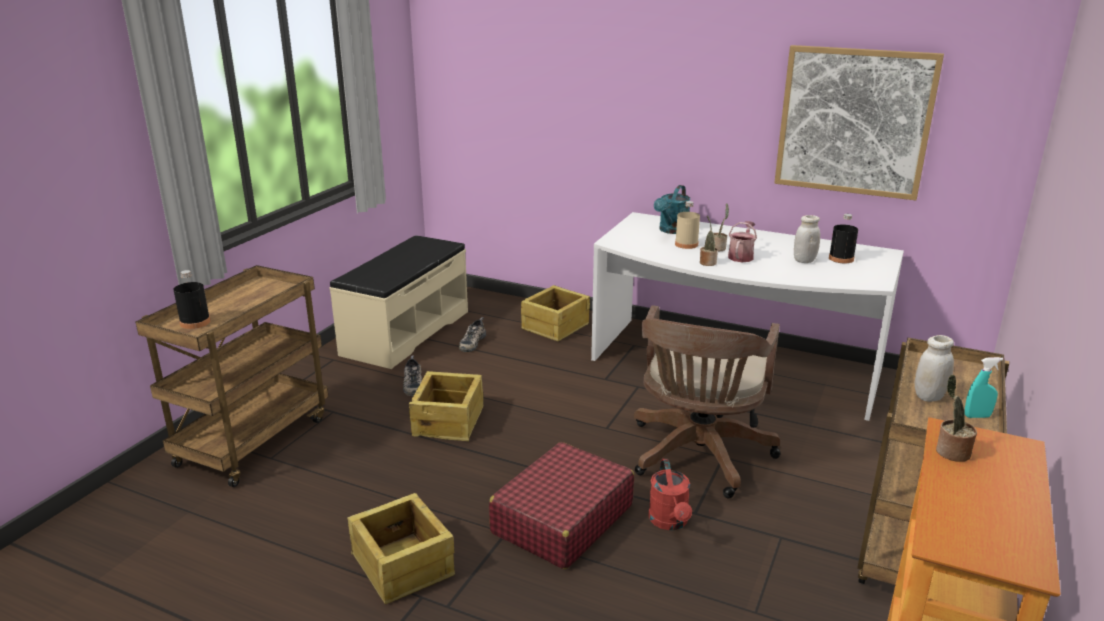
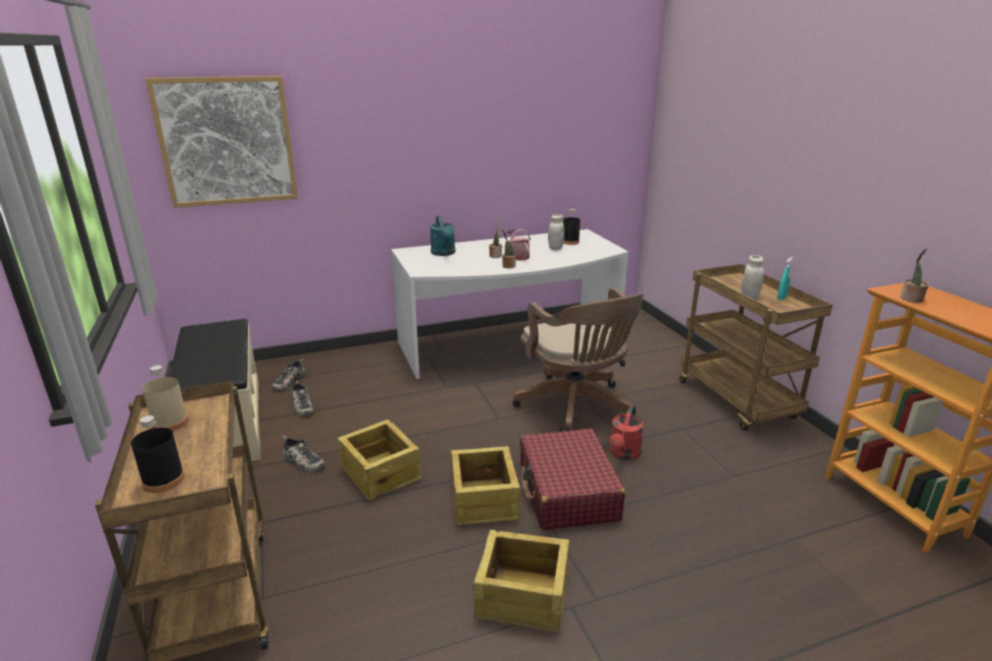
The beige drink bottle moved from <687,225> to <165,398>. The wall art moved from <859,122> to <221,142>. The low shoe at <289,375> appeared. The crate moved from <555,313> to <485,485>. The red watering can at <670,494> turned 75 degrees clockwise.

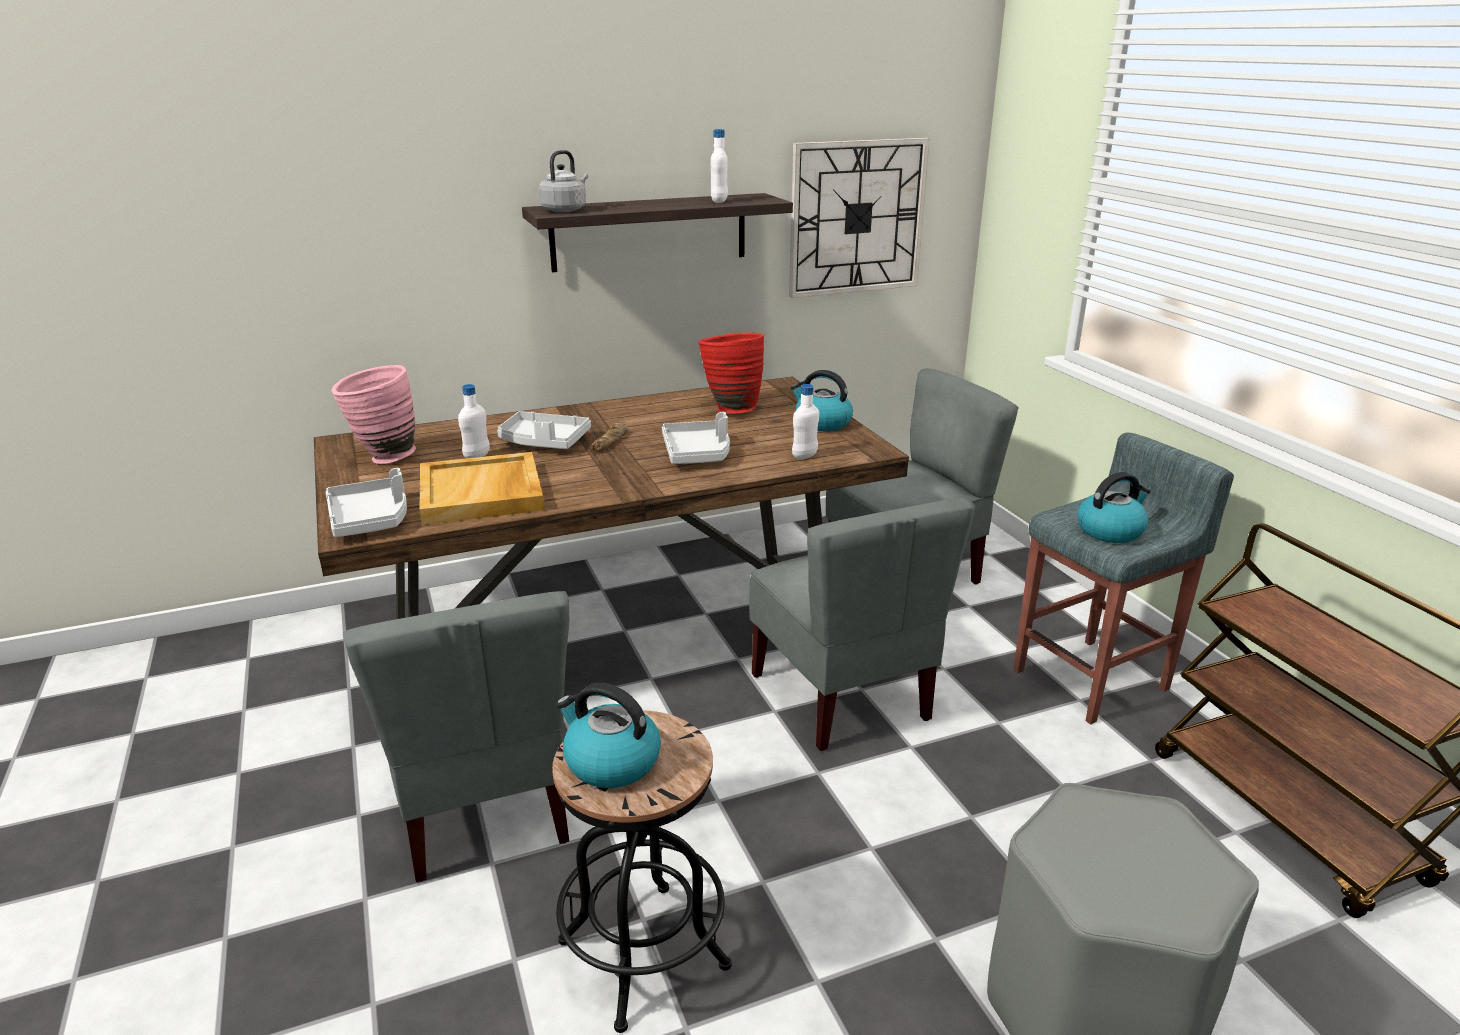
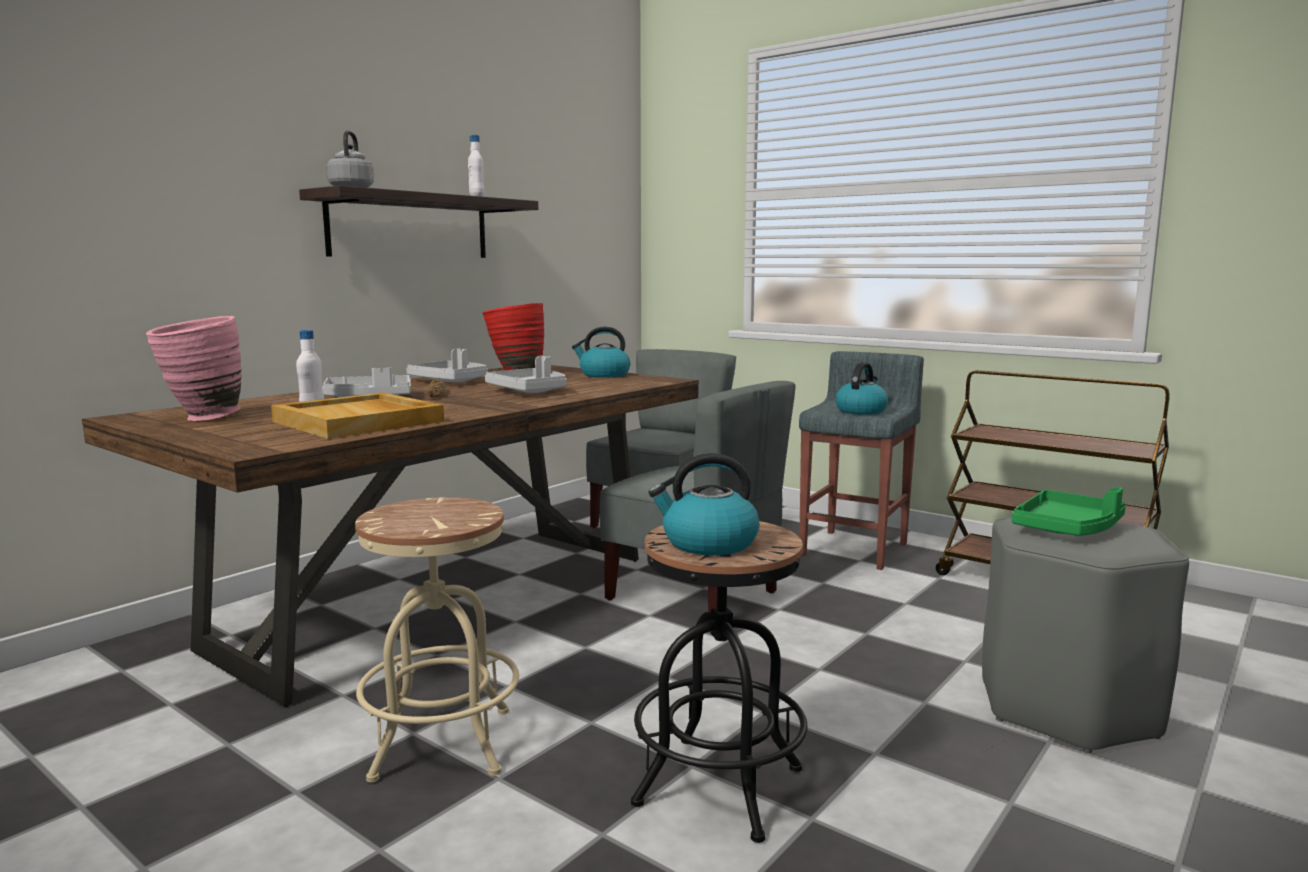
The gray upright chair at <456,736> was replaced by the beige stool at <437,639>. The gray carrying tray moved from <366,502> to <447,365>. The green carrying tray at <1069,511> appeared. The clock on the wall at <859,218> disappeared. The whitish drink bottle at <805,422> disappeared.

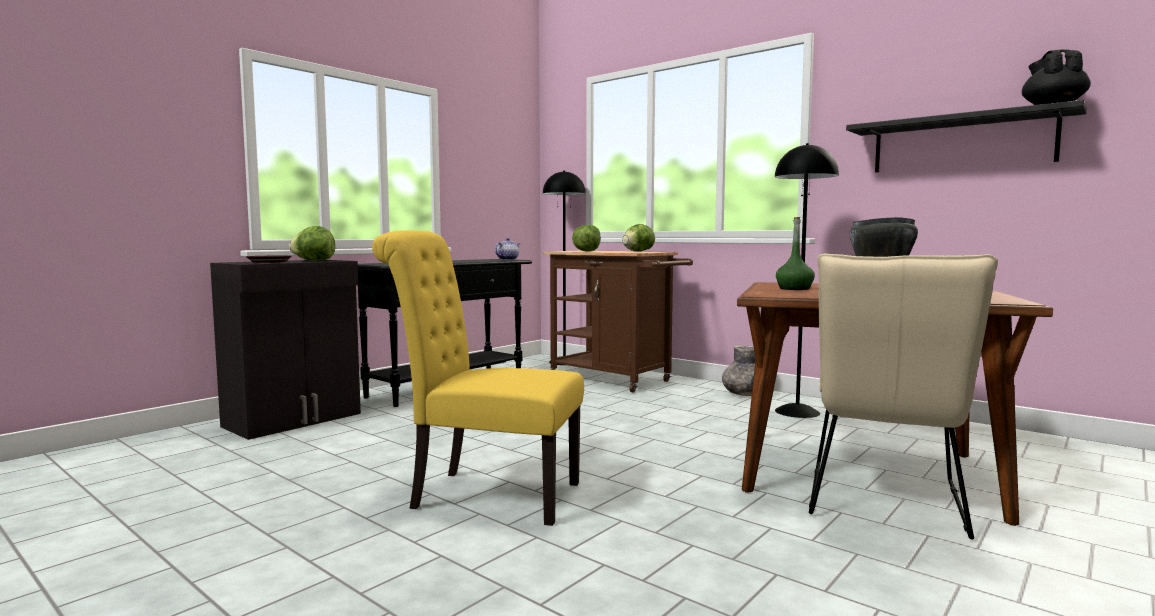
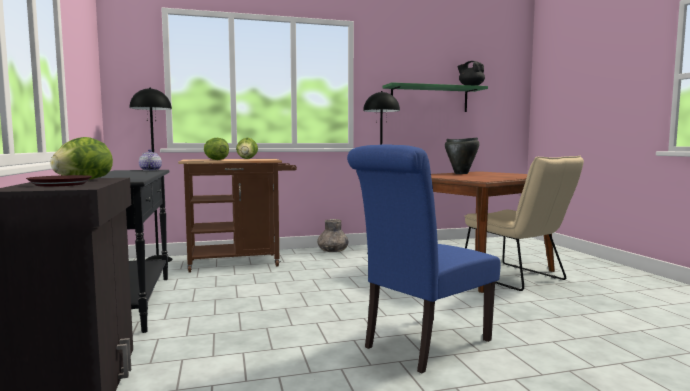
The yellow upright chair at <478,378> became the bluish upright chair at <423,259>. The blackish wall shelf at <966,136> became the green wall shelf at <435,97>. The green drink bottle at <795,253> disappeared.

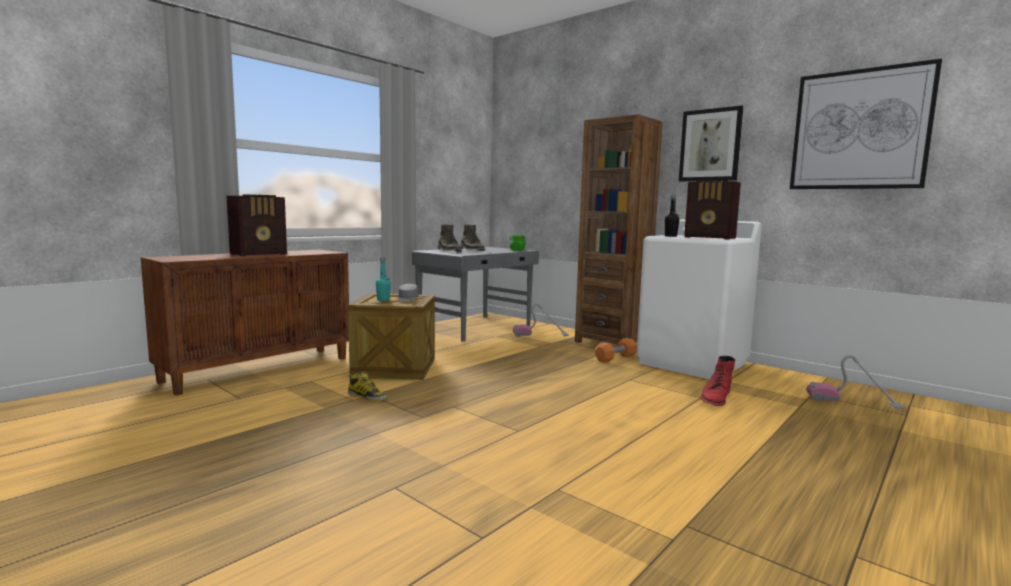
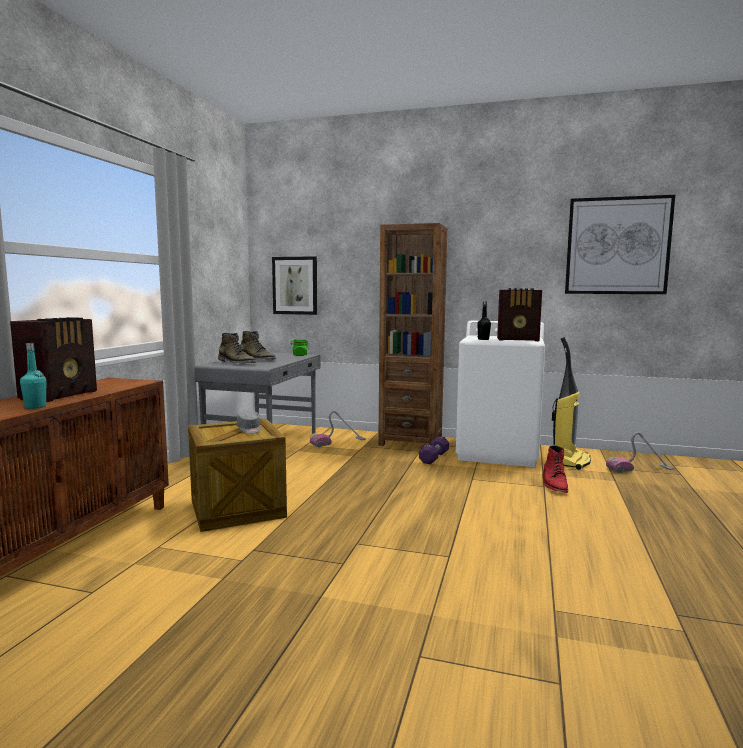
The blue-green drink bottle moved from <383,279> to <33,376>. The wall art moved from <711,143> to <294,285>. The orangey hand weight at <616,350> became the purple hand weight at <434,450>. The vacuum at <571,403> appeared. The boot at <367,386> disappeared.

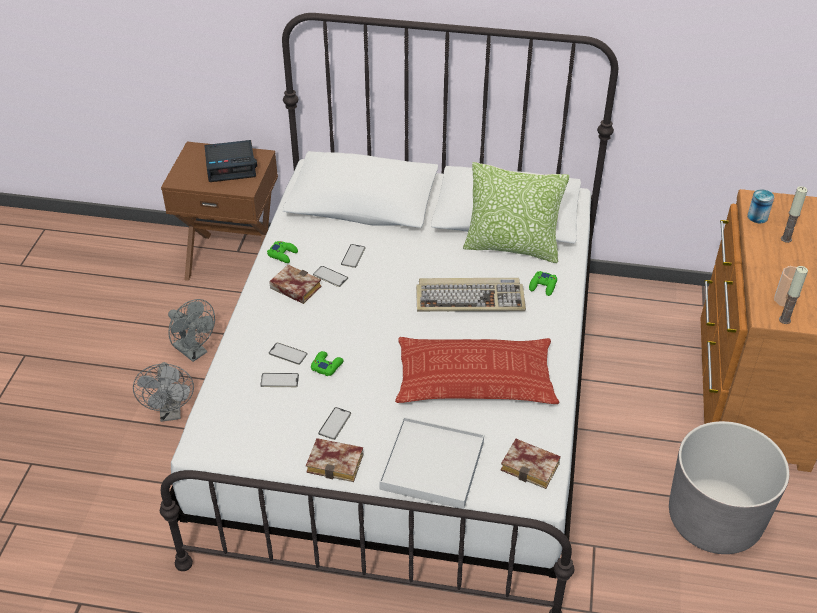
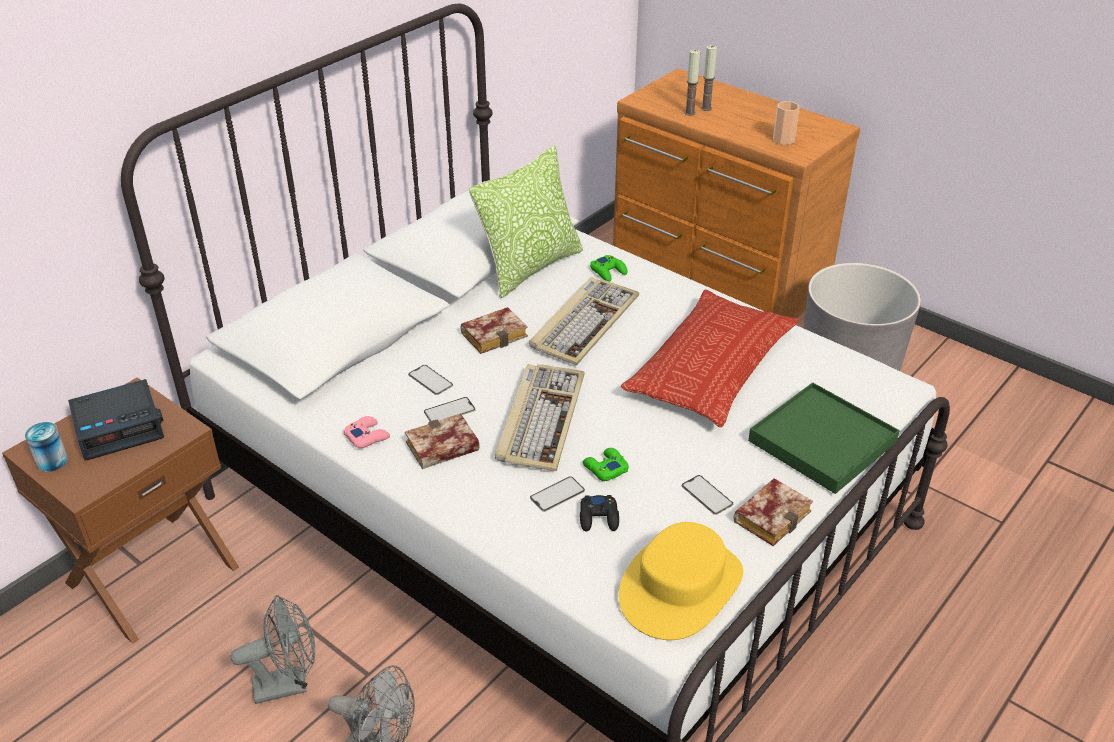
The sealed can moved from <760,206> to <46,447>. The alarm clock at <230,161> turned 45 degrees clockwise. The green joypad at <282,252> became the pink-coloured joypad at <366,432>. The bound book moved from <531,464> to <494,330>. The PC keyboard at <539,417> appeared. The phone at <279,380> was replaced by the blackish joypad at <599,513>. The yellow clothing hat at <681,581> appeared. The wax light moved from <793,295> to <692,82>. The whitish carrying tray at <431,463> became the green carrying tray at <824,438>.

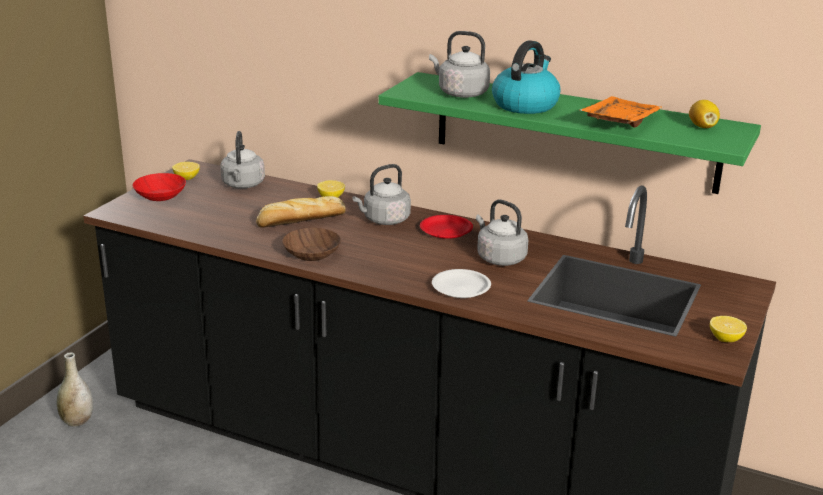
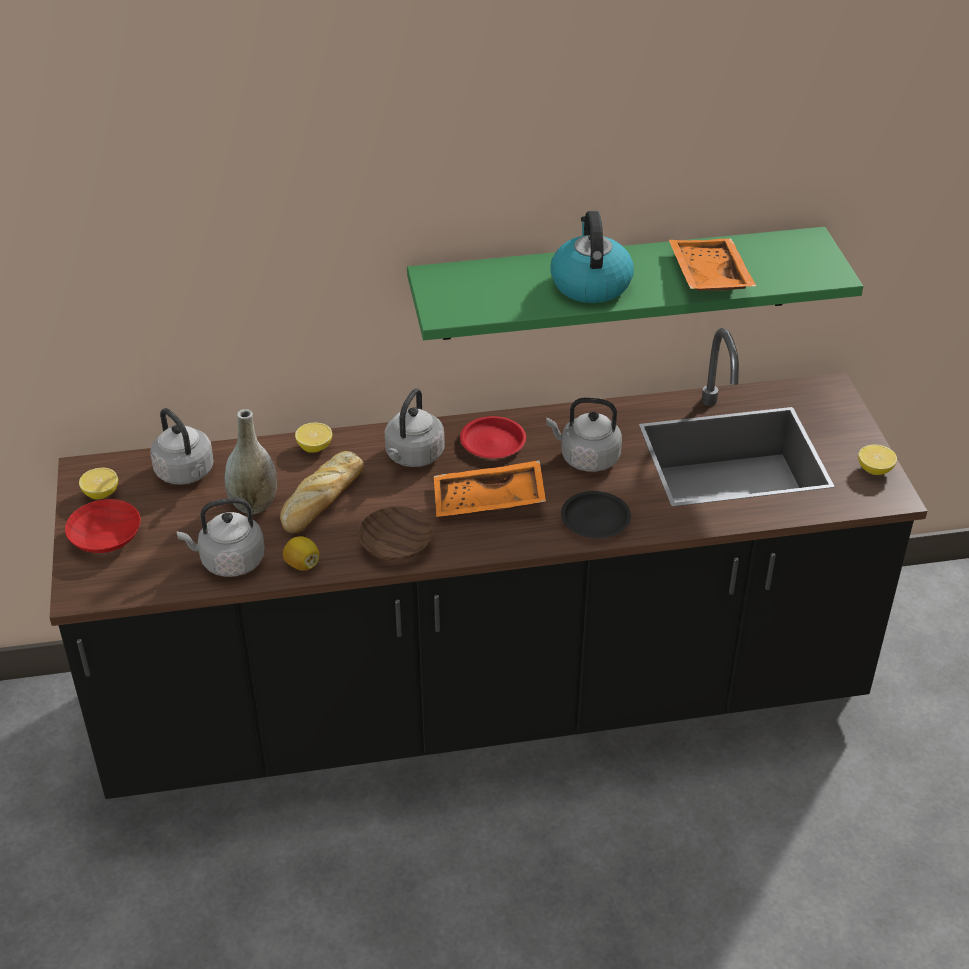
The gray kettle moved from <459,64> to <221,537>. The gray vase moved from <75,389> to <251,461>. The citrus fruit moved from <704,114> to <301,553>. The orangey carrying tray at <490,488> appeared. The whitish plate at <461,283> became the blackish plate at <596,514>.

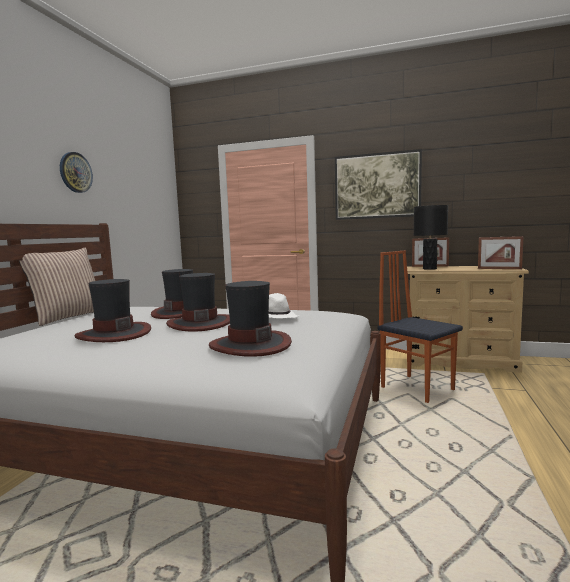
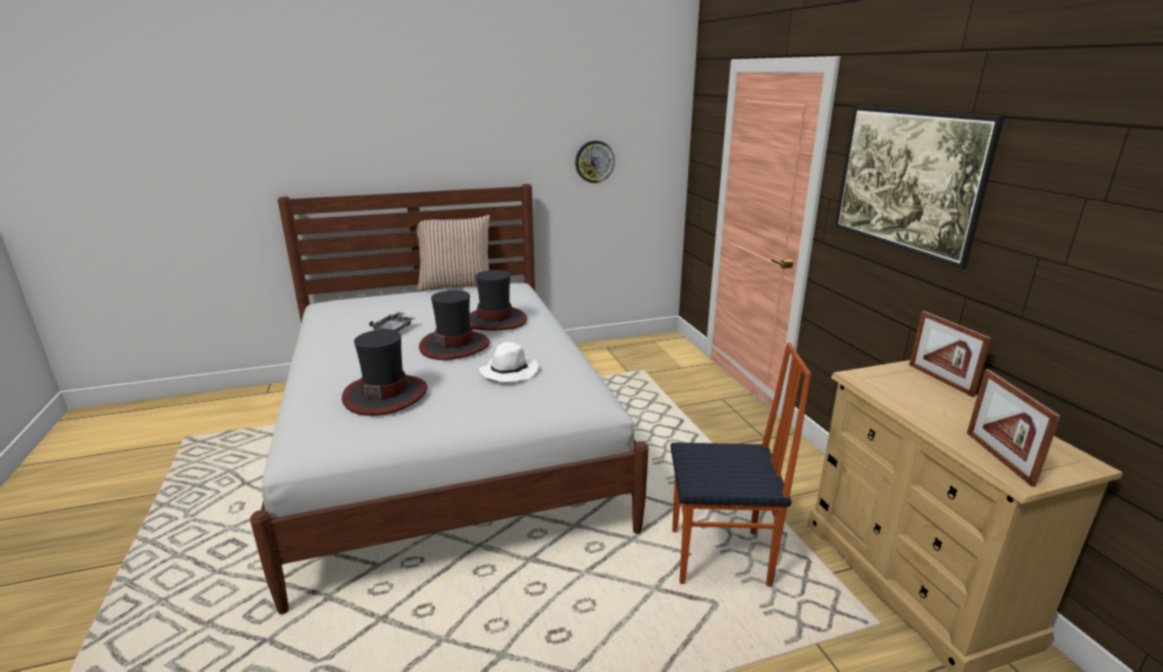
The clothing hat at <113,310> was replaced by the gray carrying tray at <392,322>. The clock on the wall moved from <76,172> to <595,162>. The upright chair at <420,327> turned 75 degrees clockwise. The blackish table lamp at <431,237> disappeared.

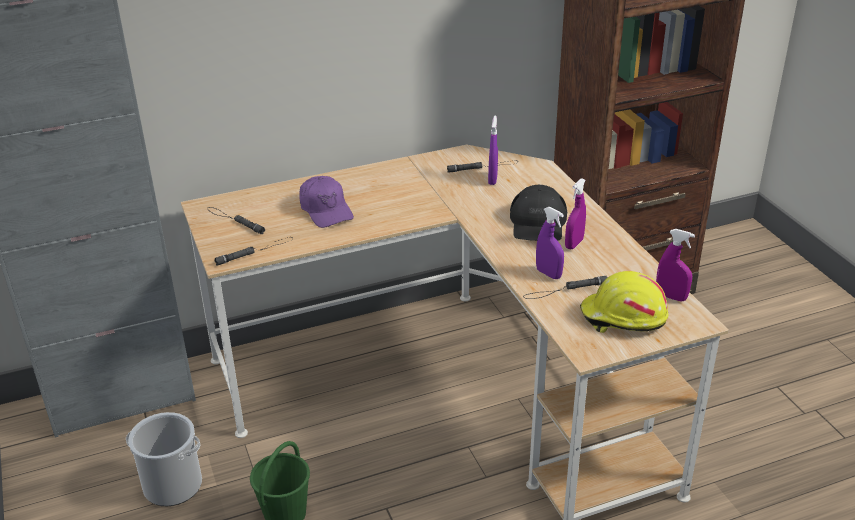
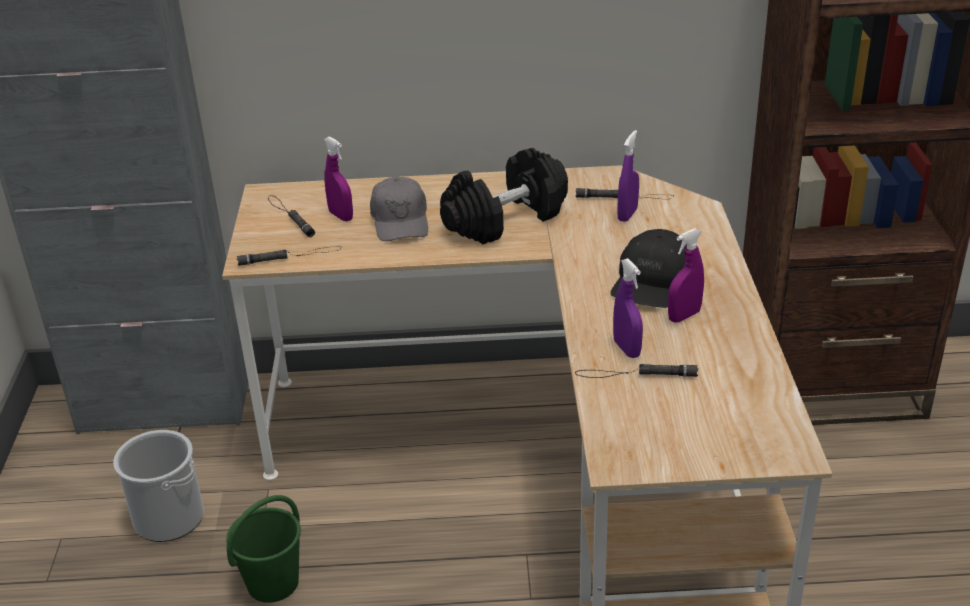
The purple sprayer moved from <675,265> to <338,178>. The purple baseball cap at <326,202> became the gray baseball cap at <399,209>. The blackish hand weight at <504,196> appeared. The yellow safety helmet at <624,302> disappeared.

